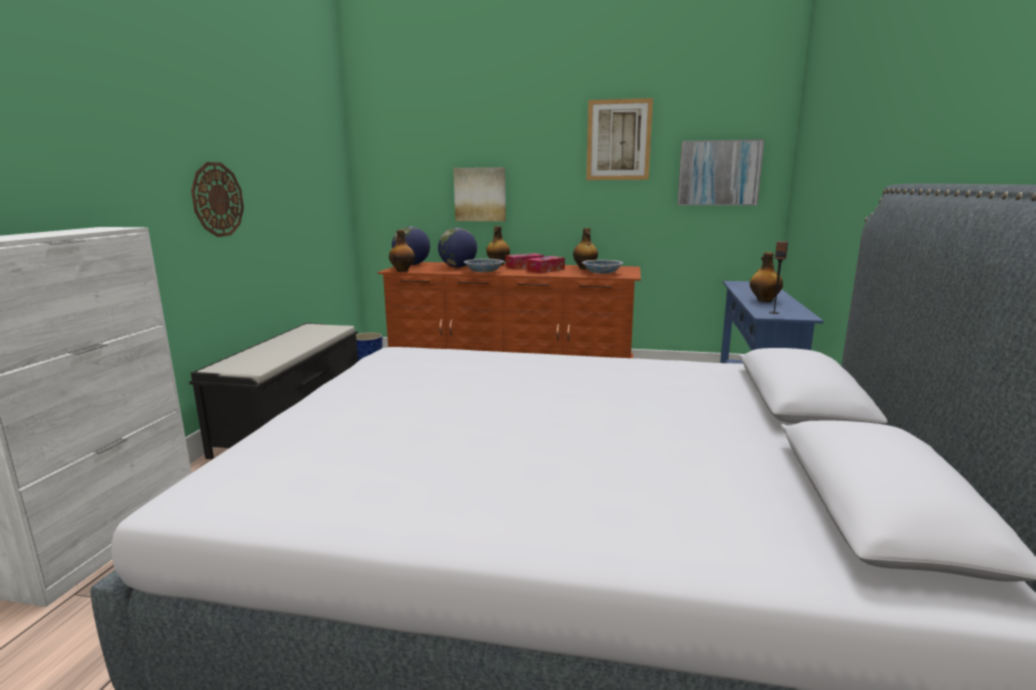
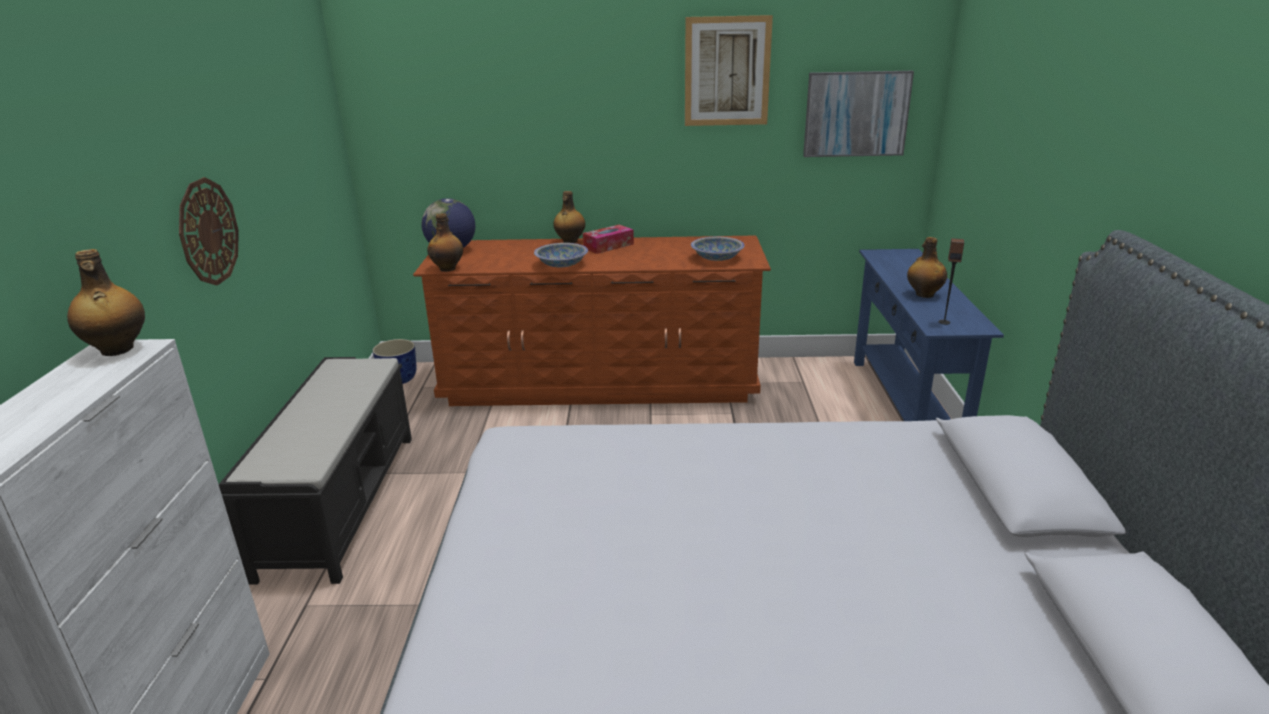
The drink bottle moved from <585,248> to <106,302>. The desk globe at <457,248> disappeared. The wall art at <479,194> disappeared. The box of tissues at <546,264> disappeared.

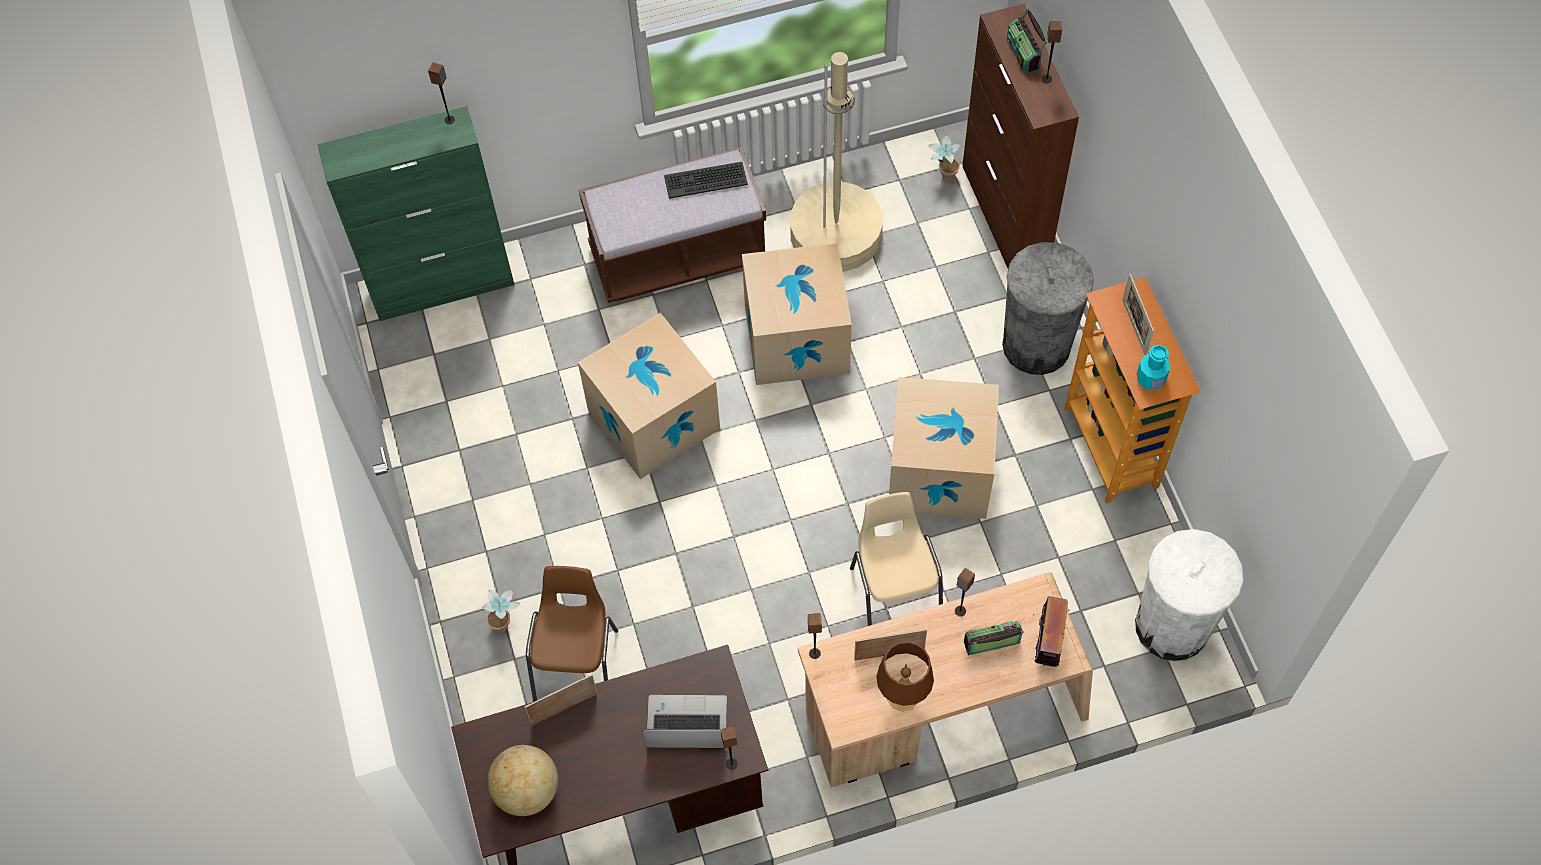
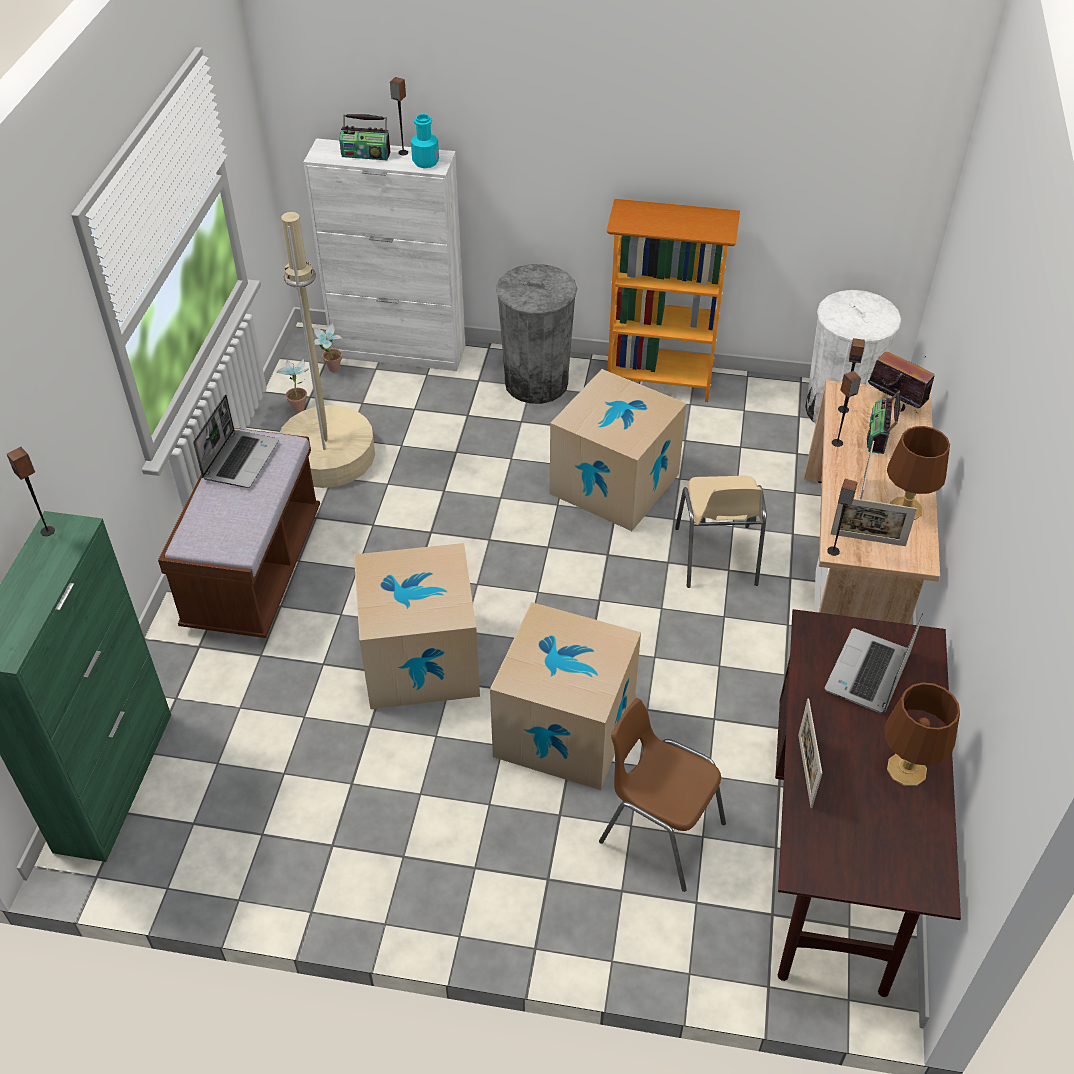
The PC keyboard at <706,180> was replaced by the portable computer at <236,441>. The houseplant moved from <501,610> to <292,385>. The brown-coloured cupboard at <1020,136> became the whitish cupboard at <384,254>. The blue-green drink bottle moved from <1153,367> to <425,141>. The cardboard box moved from <797,314> to <565,696>. The beige upright chair at <896,559> turned 105 degrees counterclockwise. The photo frame moved from <1138,314> to <873,522>. The loudspeaker moved from <729,748> to <851,375>. The brown-coloured table lamp at <922,734> appeared. The desk globe at <522,780> disappeared.

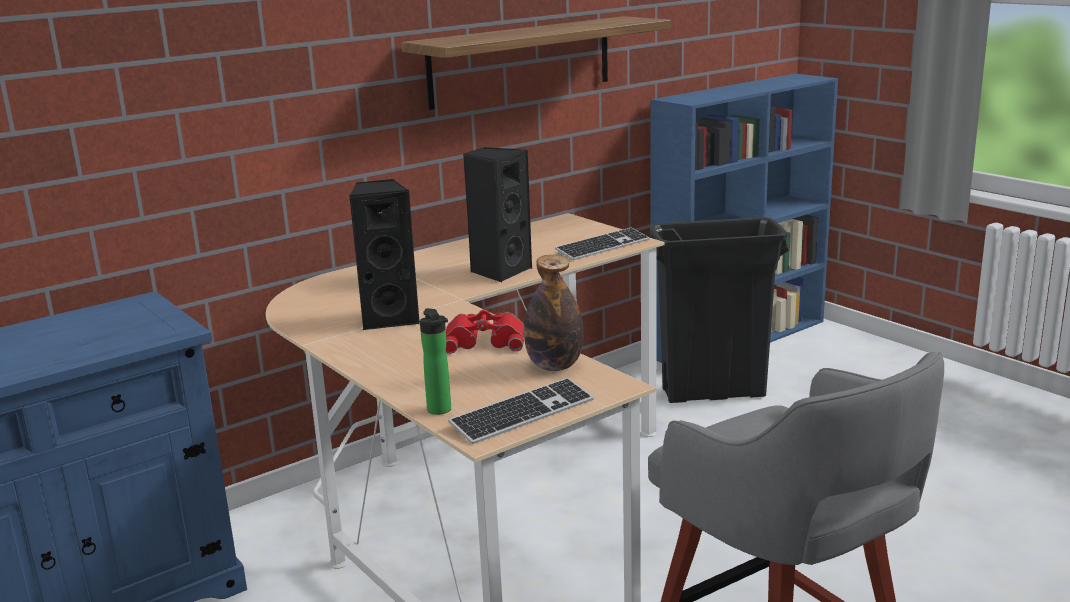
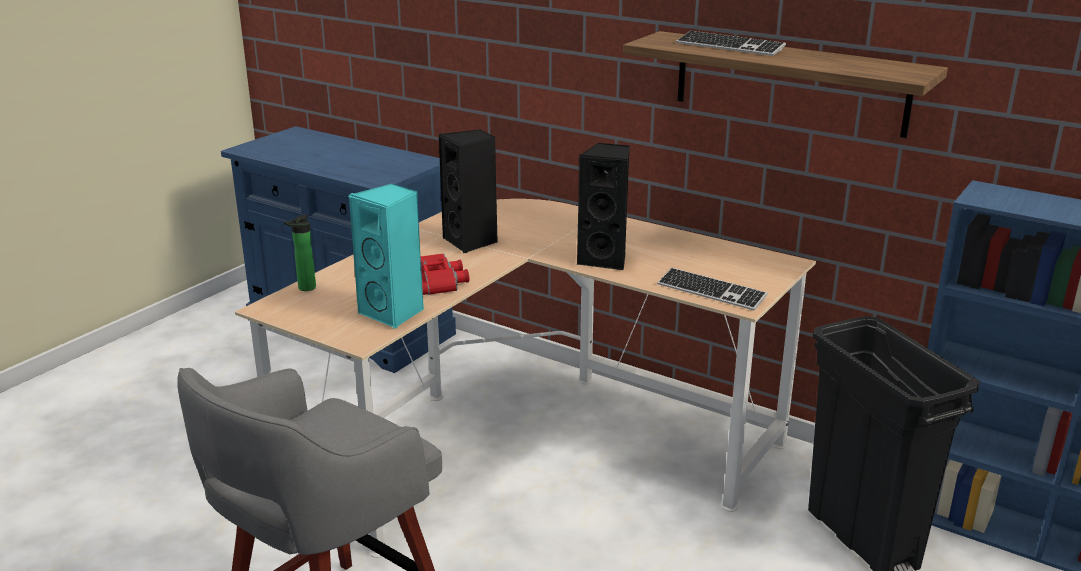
The drink bottle at <554,313> was replaced by the blue-green loudspeaker at <386,256>. The PC keyboard moved from <521,411> to <731,43>.

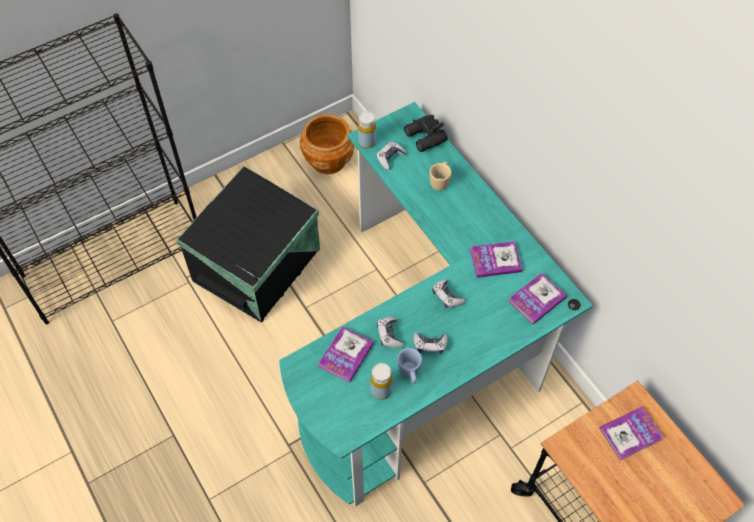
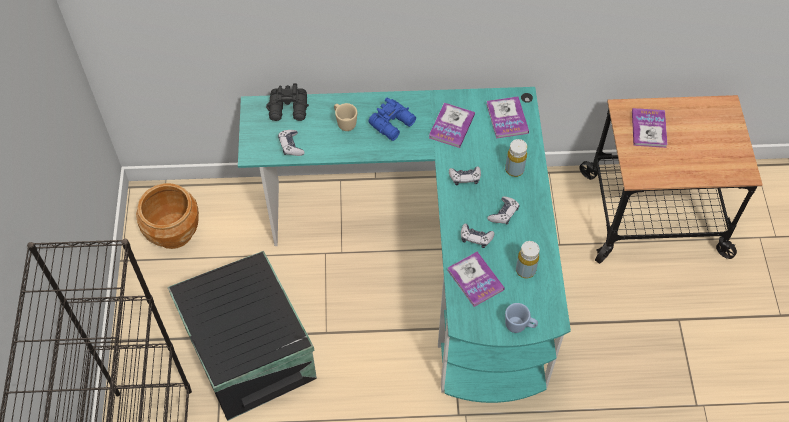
The bluish pair of binoculars at <392,119> appeared. The yellow drink bottle moved from <367,129> to <516,158>. The bluish coffee mug moved from <409,366> to <521,318>.

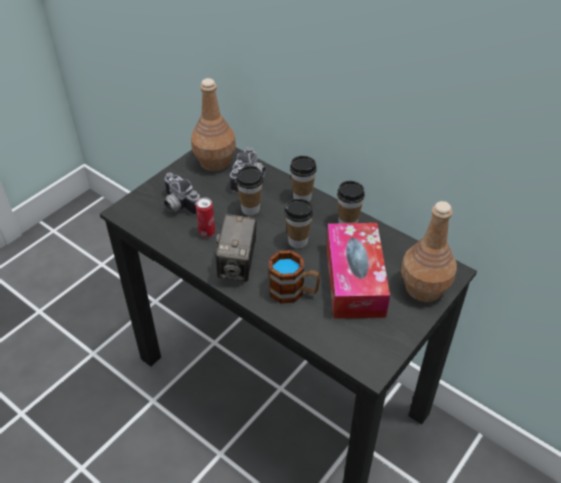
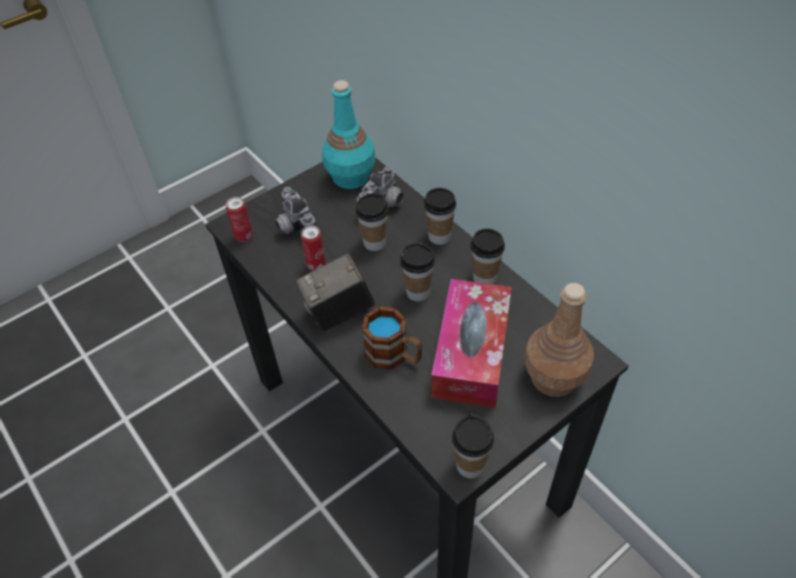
The sealed can at <239,219> appeared. The photo camera at <235,247> turned 45 degrees clockwise. The brown-coloured drink bottle at <213,124> became the blue-green drink bottle at <348,134>. The drinking cup at <473,446> appeared.

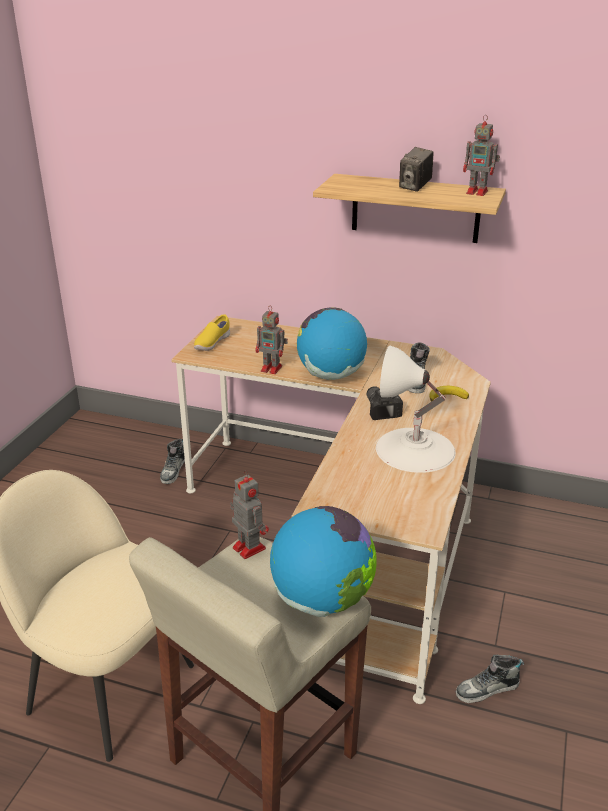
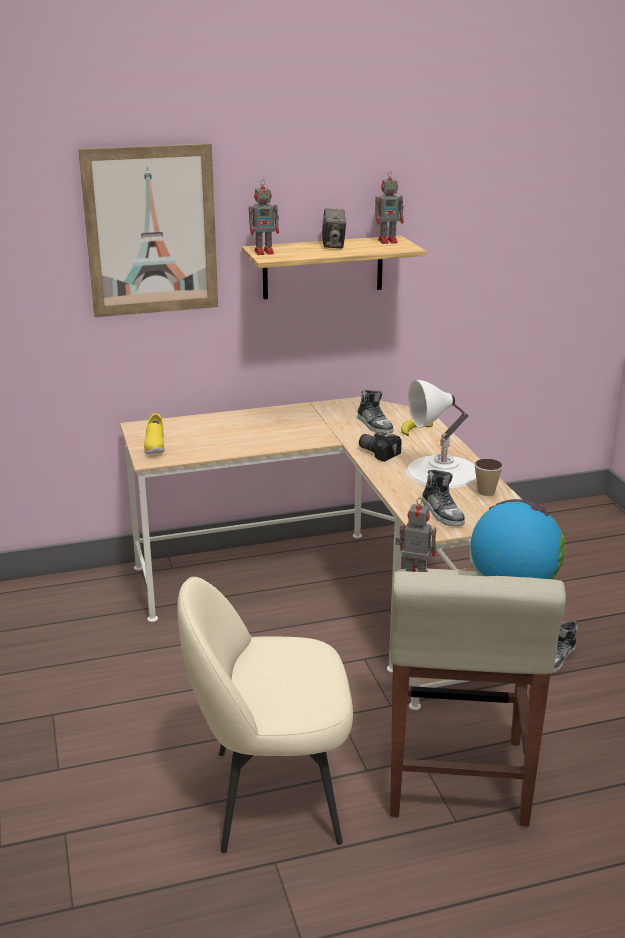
The wall art at <148,230> appeared. The robot figure moved from <271,340> to <264,217>. The low shoe moved from <172,461> to <443,498>. The drinking cup at <488,477> appeared. The desk globe at <332,343> disappeared.

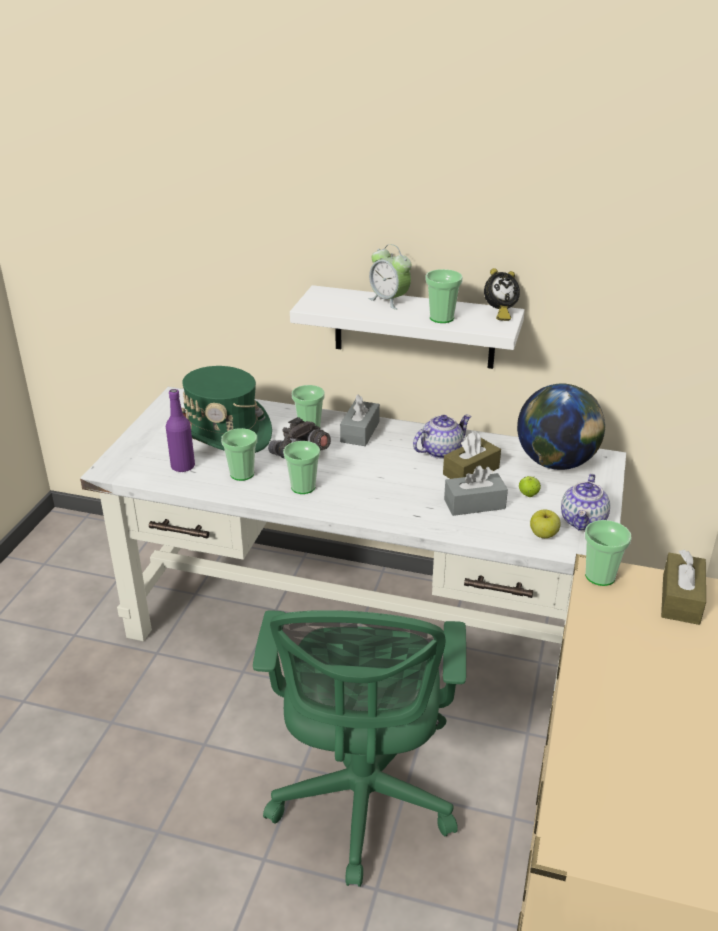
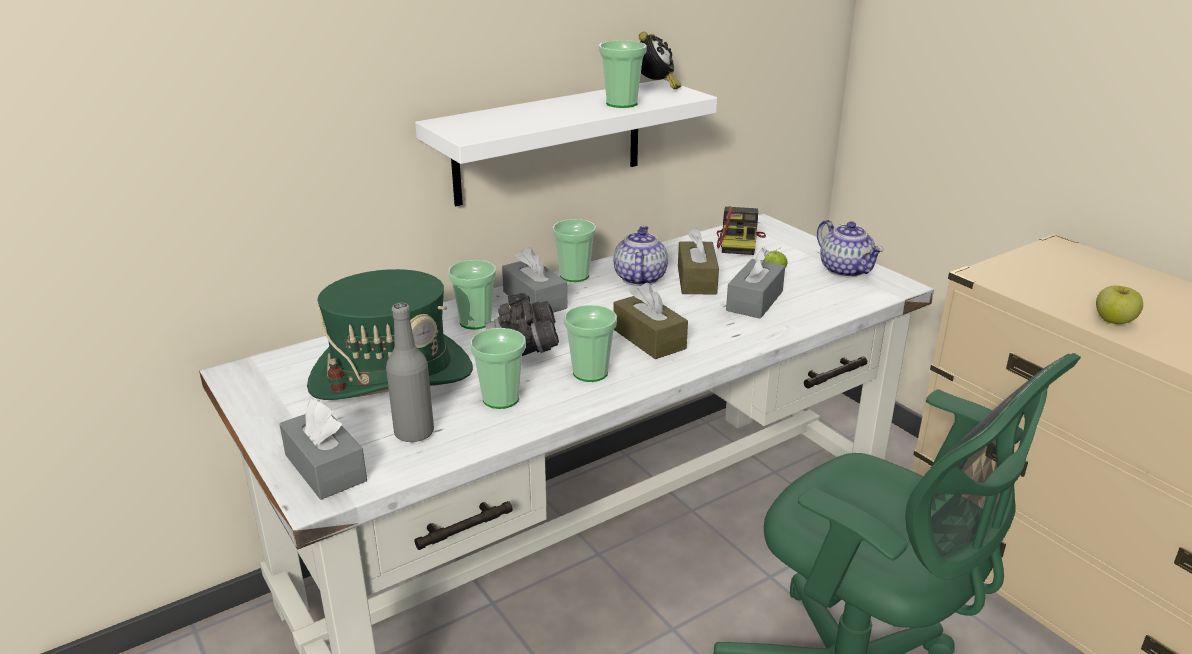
The gray box of tissues at <323,450> appeared. The purple drink bottle at <180,430> became the gray drink bottle at <410,372>. The drinking cup moved from <608,553> to <574,250>. The brown-coloured box of tissues moved from <683,587> to <650,321>. The desk globe at <561,426> was replaced by the photo camera at <741,230>. The apple fruit moved from <545,524> to <1119,304>. The alarm clock at <390,277> disappeared.

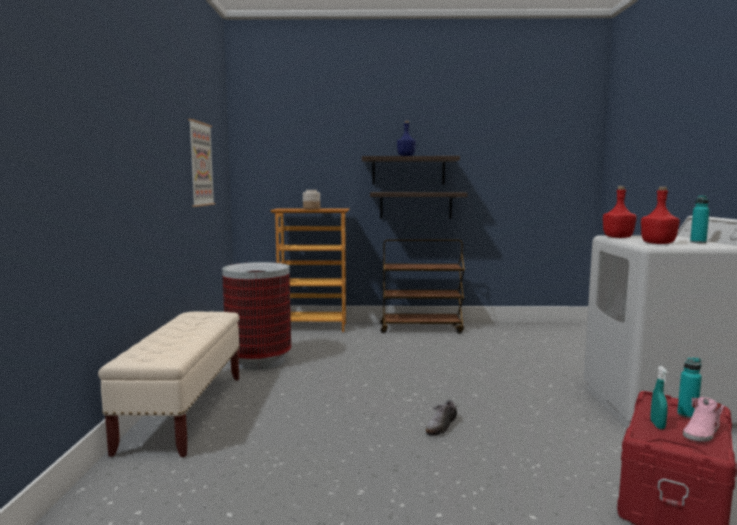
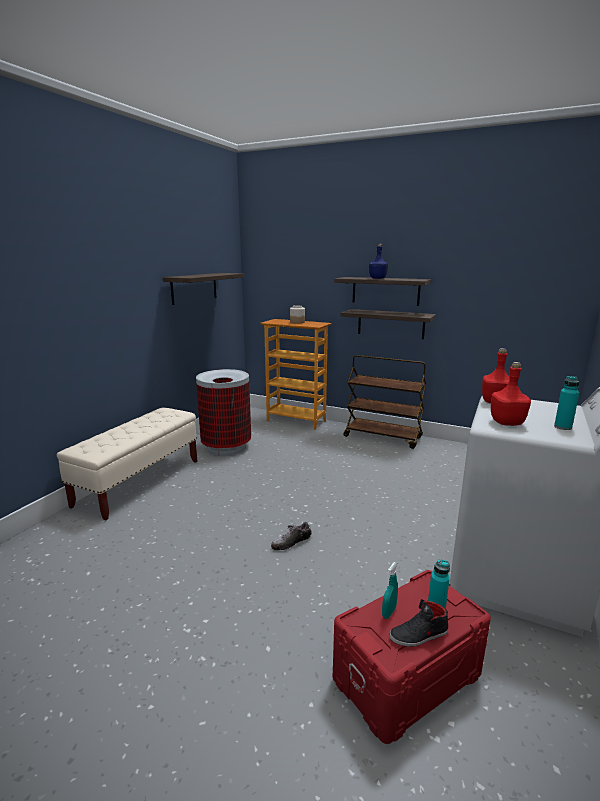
The wall art at <201,163> was replaced by the wall shelf at <203,289>. The pink-coloured low shoe at <703,419> became the blackish low shoe at <418,623>.

